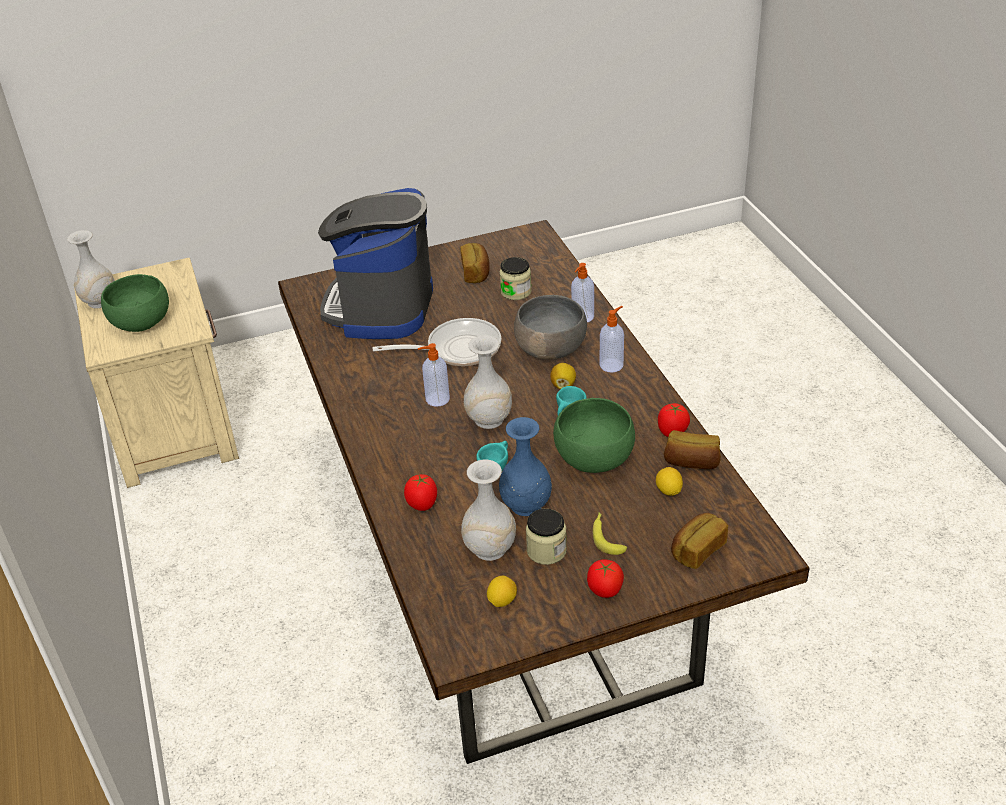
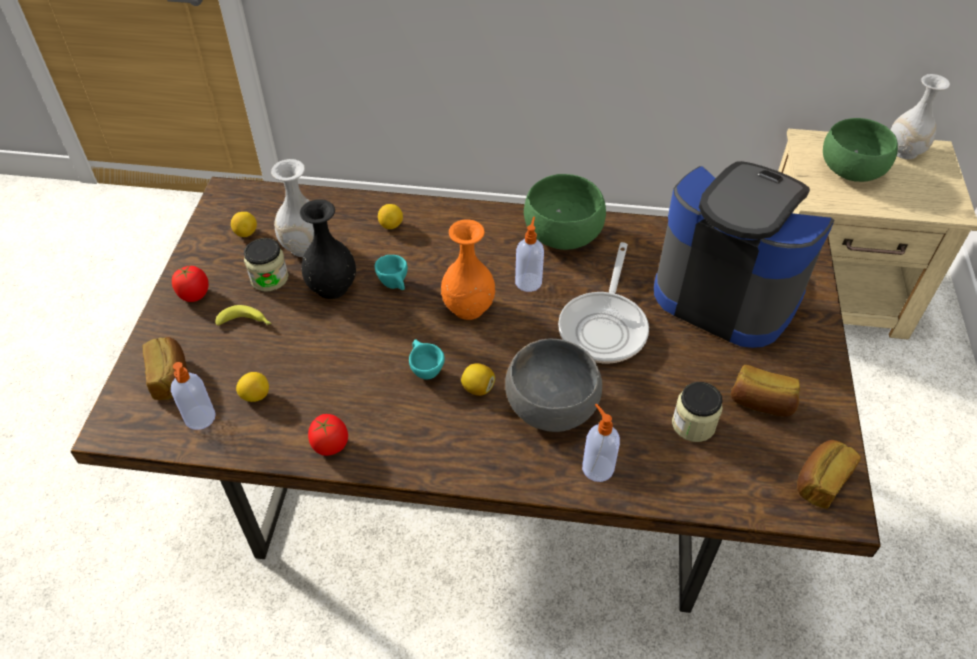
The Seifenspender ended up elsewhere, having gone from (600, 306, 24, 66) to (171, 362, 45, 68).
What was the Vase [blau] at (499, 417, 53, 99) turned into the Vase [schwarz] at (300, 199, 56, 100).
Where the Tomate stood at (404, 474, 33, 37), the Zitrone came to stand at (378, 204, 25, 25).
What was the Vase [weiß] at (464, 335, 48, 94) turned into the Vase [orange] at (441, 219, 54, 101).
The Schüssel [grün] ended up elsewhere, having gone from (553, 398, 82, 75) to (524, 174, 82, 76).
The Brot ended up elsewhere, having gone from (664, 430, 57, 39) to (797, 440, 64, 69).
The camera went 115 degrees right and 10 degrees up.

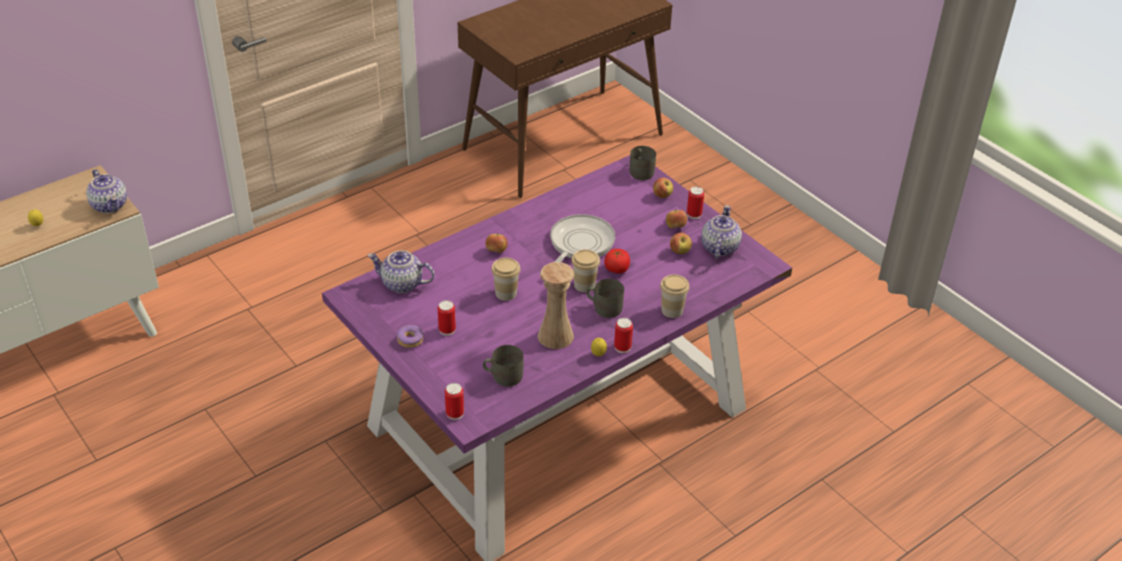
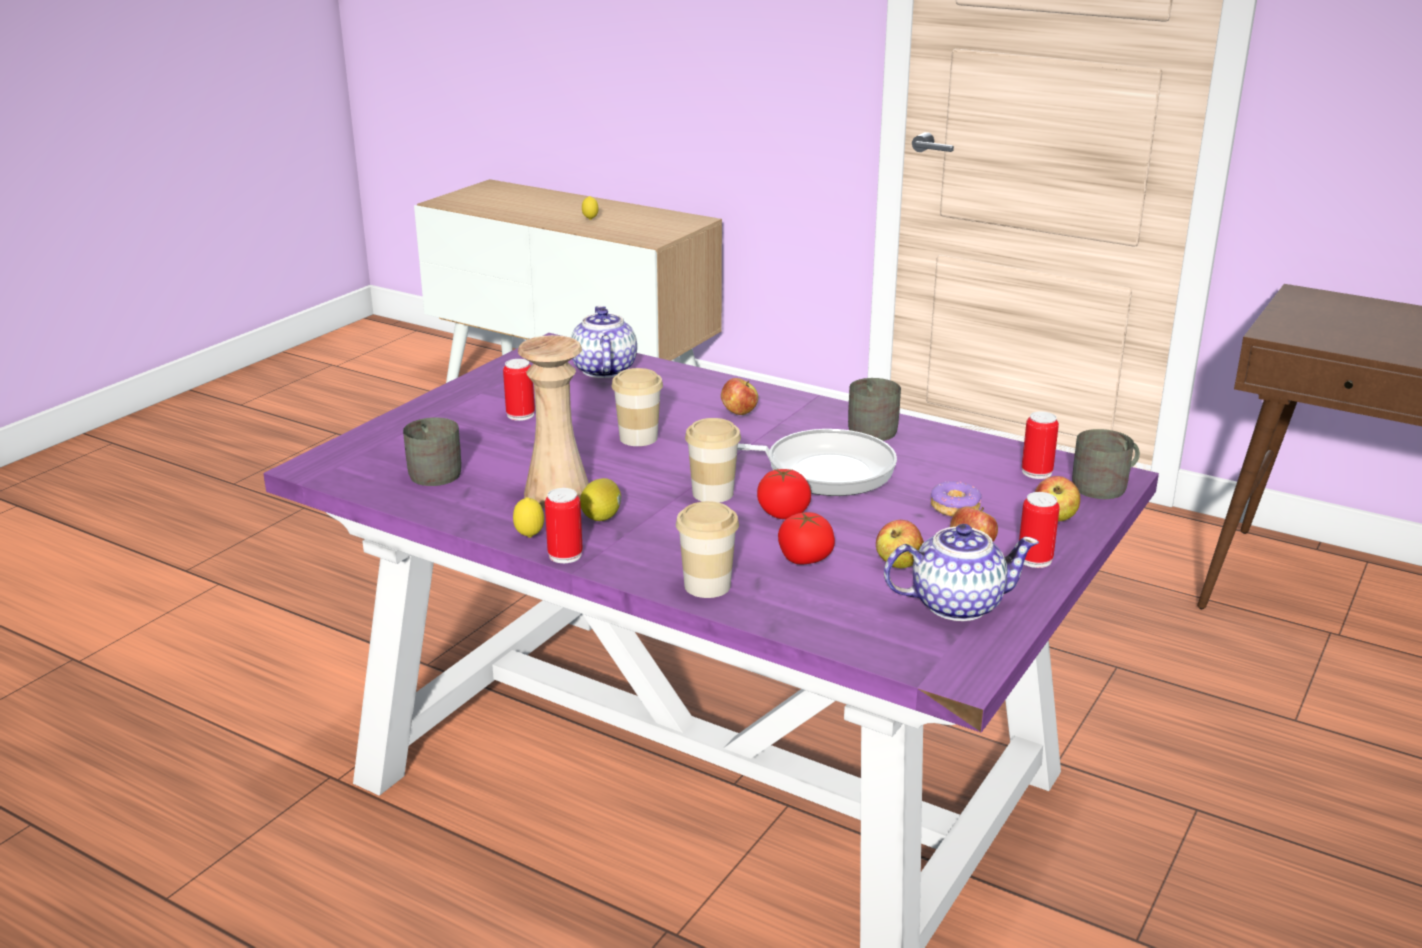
The second view gained the Zitrone at (580, 478, 41, 43).
The second view gained the Tomate at (778, 512, 57, 52).
The Henkelbecher [grau] ended up elsewhere, having gone from (587, 279, 37, 39) to (848, 378, 53, 63).
The Donut ended up elsewhere, having gone from (397, 325, 26, 23) to (931, 481, 51, 35).
The Dose ended up elsewhere, having gone from (445, 383, 19, 37) to (1022, 411, 37, 68).
The second view lost the Teekanne at (86, 169, 41, 44).
The camera went 70 degrees right and 15 degrees down.

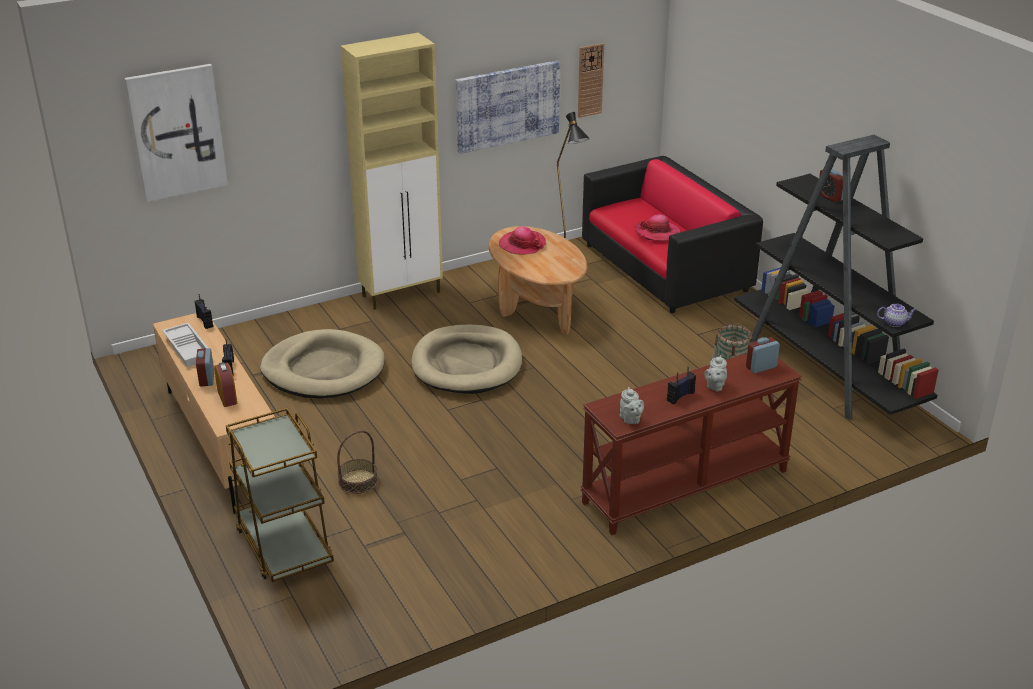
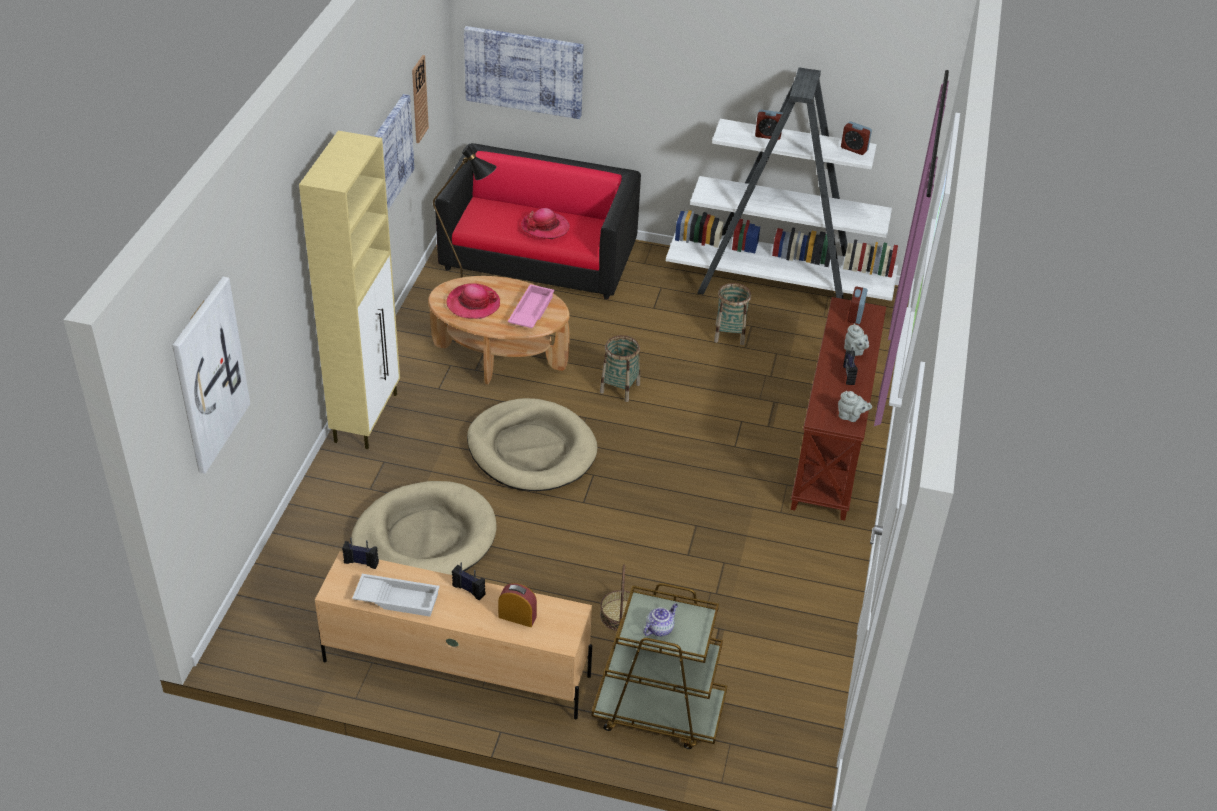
The second view gained the Bild at (464, 26, 120, 93).
The second view gained the Tablett [rosa] at (508, 284, 46, 44).
The second view gained the Korb at (600, 335, 40, 67).
The Teekanne ended up elsewhere, having gone from (877, 303, 39, 24) to (643, 603, 35, 33).
What was the Bücherregal [schwarz] at (734, 135, 205, 285) turned into the Bücherregal [weiß] at (666, 67, 232, 234).
The Wecker ended up elsewhere, having gone from (196, 348, 18, 39) to (841, 122, 31, 33).
The camera went 50 degrees left and 10 degrees up.

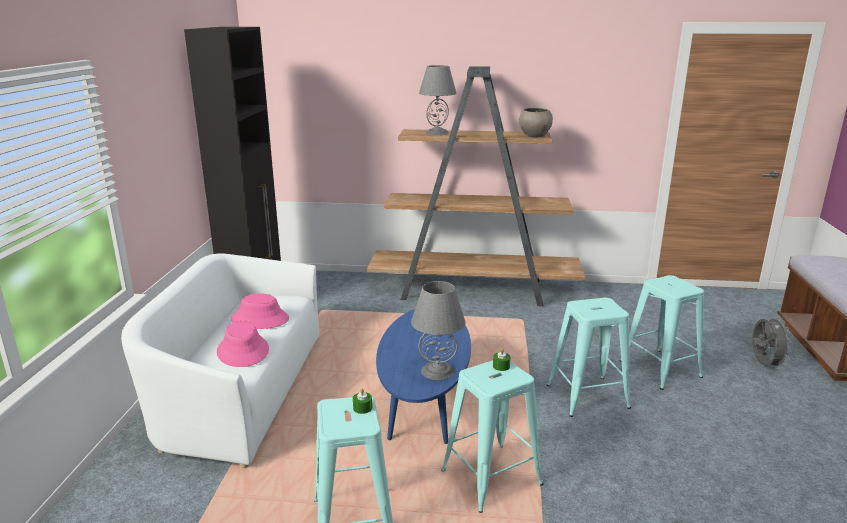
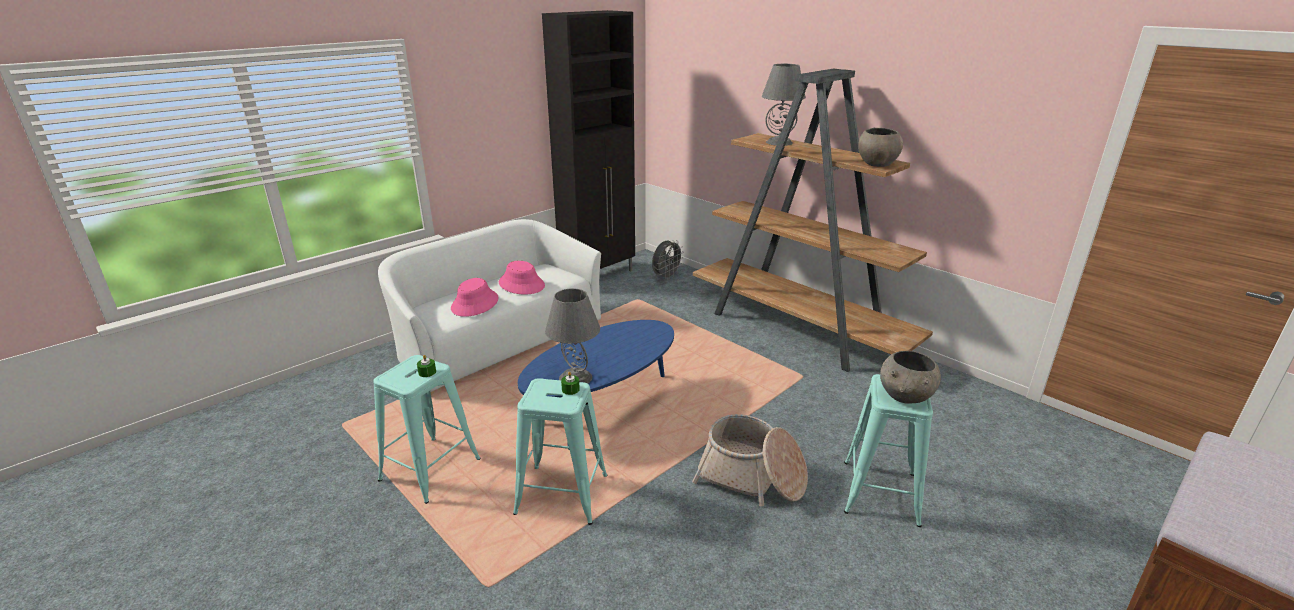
The Ventilator [grau] ended up elsewhere, having gone from (752, 316, 40, 53) to (652, 240, 32, 40).
Where the Hocker [türkis] stood at (547, 298, 84, 119), the Korb came to stand at (692, 414, 116, 92).
The second view gained the Schüssel [grau] at (880, 351, 61, 53).
The camera went 40 degrees right and 5 degrees up.

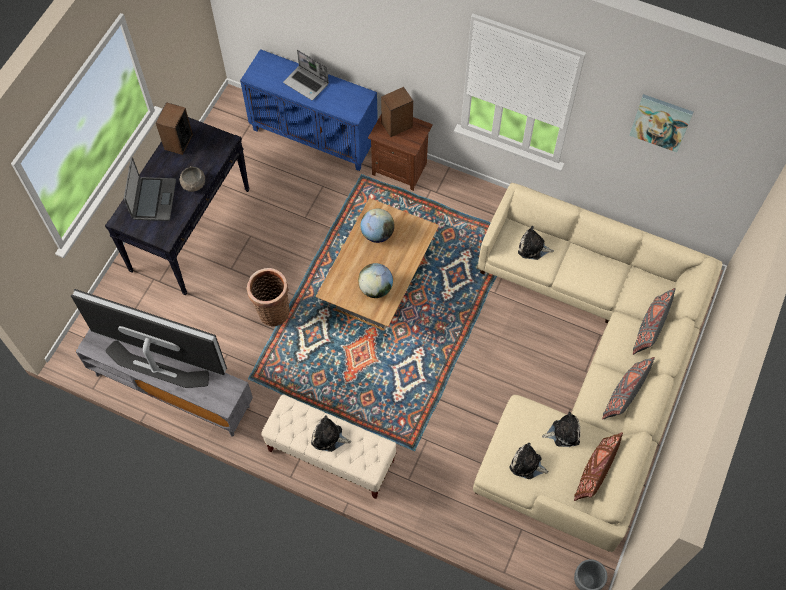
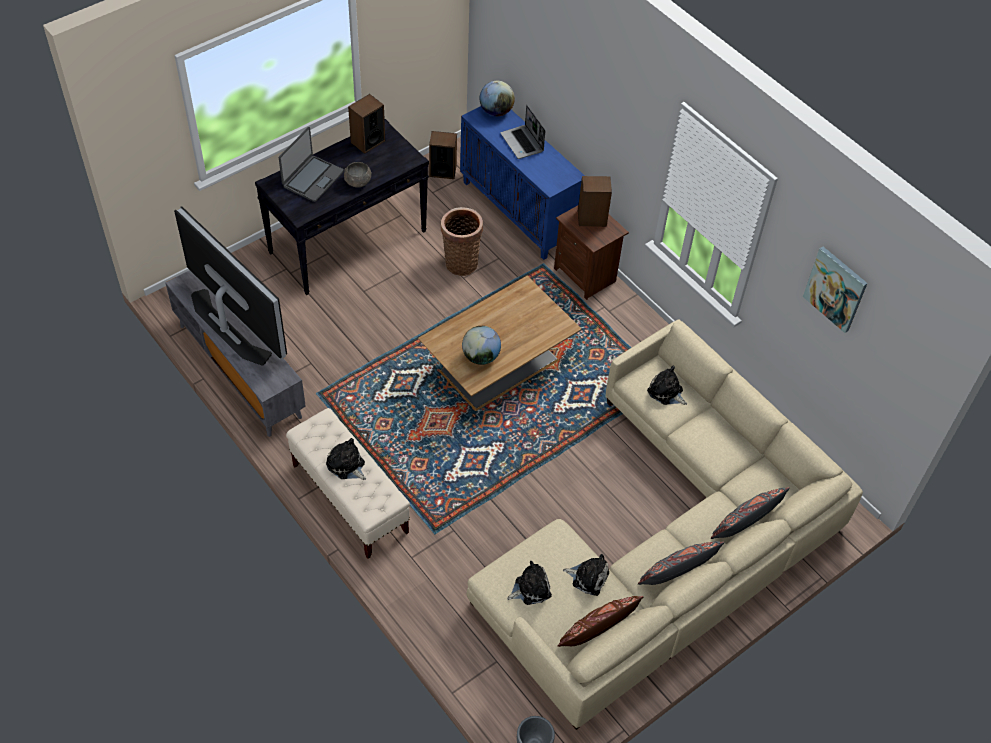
The second view gained the Lautsprecher at (429, 131, 28, 48).
The Korb ended up elsewhere, having gone from (247, 268, 42, 59) to (441, 207, 42, 69).
The Globus ended up elsewhere, having gone from (360, 209, 35, 34) to (480, 81, 35, 35).
The Plüschtier at (510, 443, 39, 36) ended up facing another way, 105 degrees clockwise from before.
The camera went 25 degrees right and 10 degrees down.

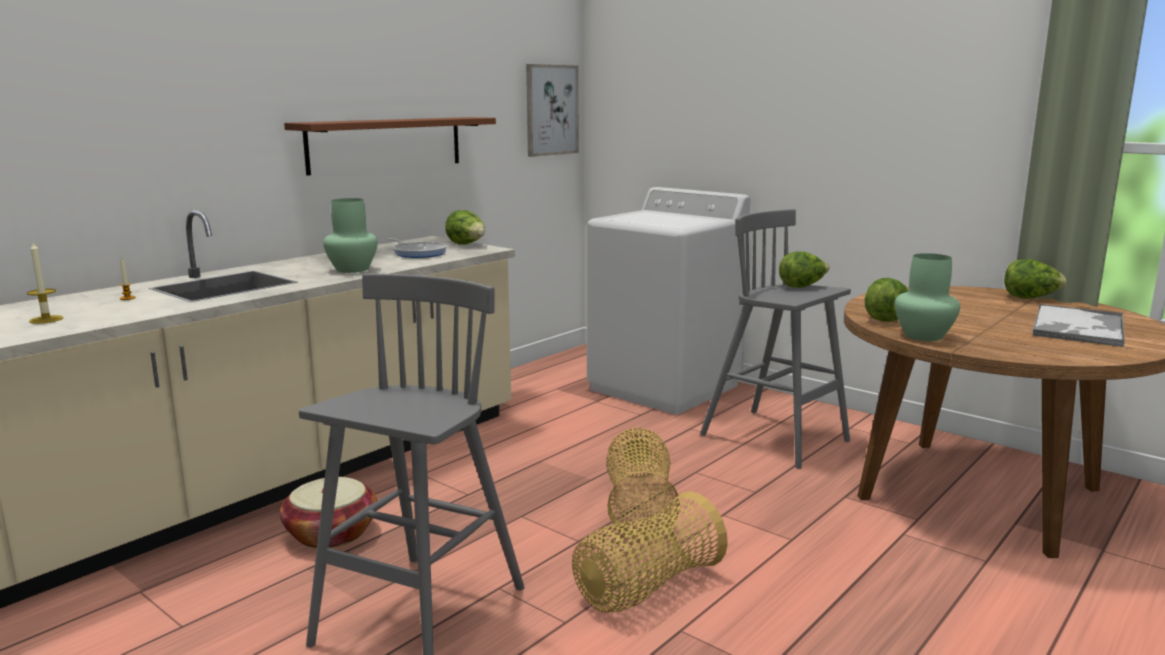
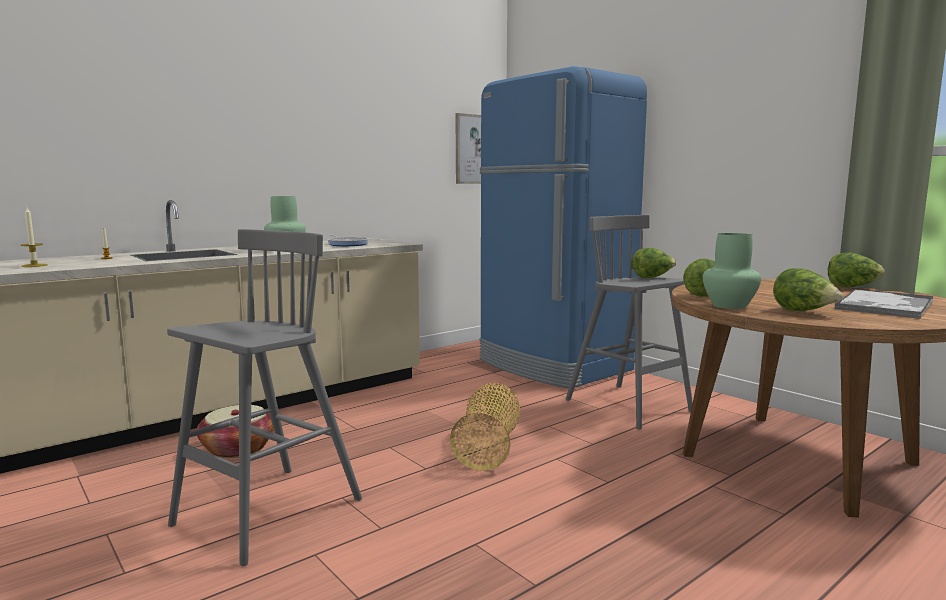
Where the Waschmaschine [weiß] stood at (587, 187, 163, 228), the Kühlschrank [blau] came to stand at (479, 66, 168, 323).
The Salatkopf ended up elsewhere, having gone from (445, 210, 40, 35) to (773, 268, 70, 43).
The second view lost the Wandregal [braun] at (284, 117, 212, 59).
The second view lost the Korb at (572, 491, 156, 121).
The camera went 10 degrees right and 5 degrees down.

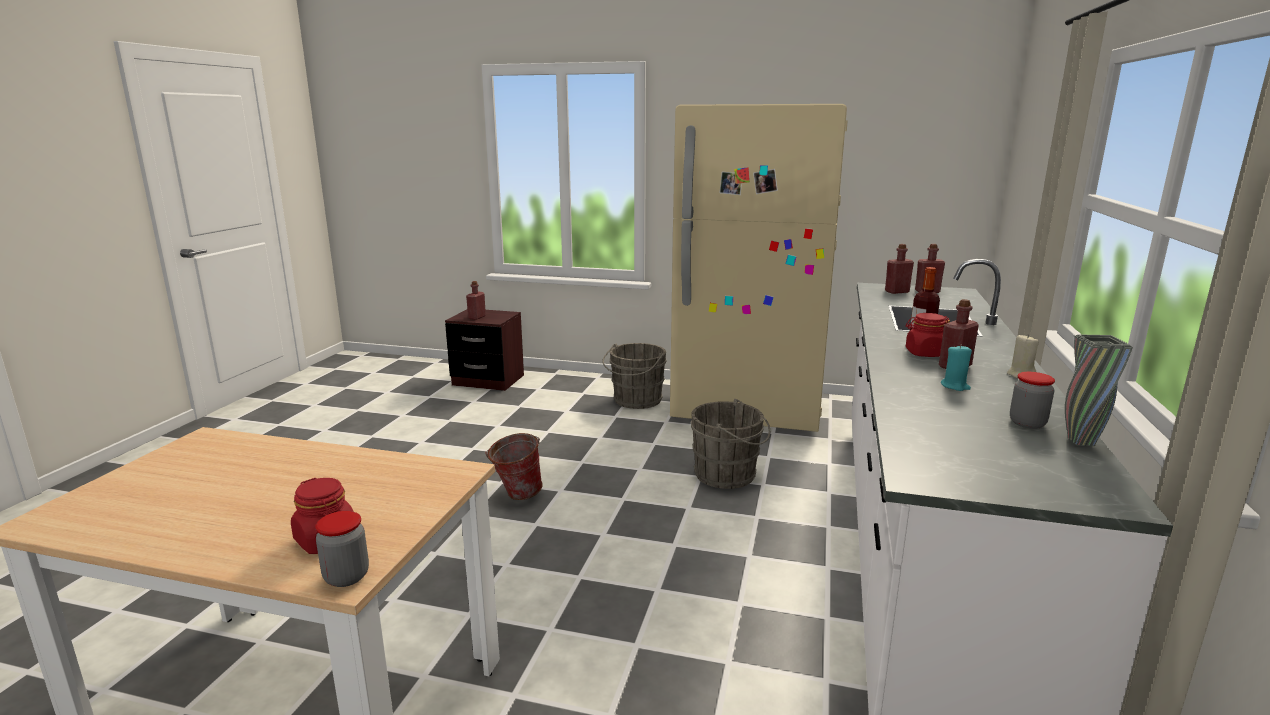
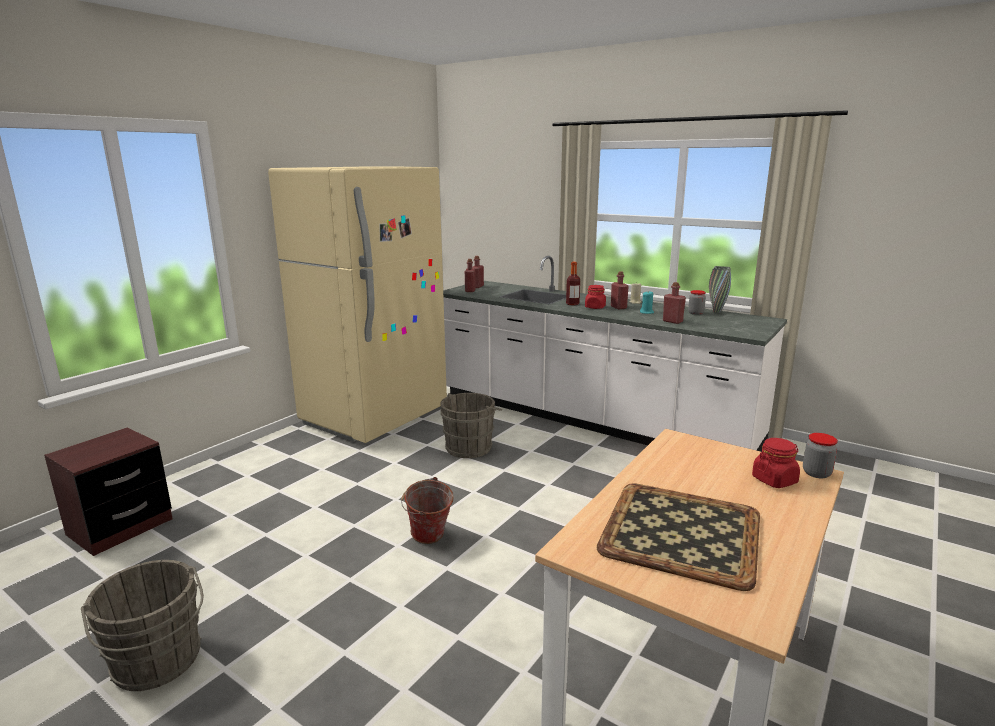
The Eimer [grau] ended up elsewhere, having gone from (602, 343, 65, 66) to (81, 560, 123, 131).
The second view gained the Tablett at (597, 483, 163, 108).
The Flasche [rot] ended up elsewhere, having gone from (466, 281, 20, 39) to (663, 282, 23, 42).
The camera went 70 degrees left and 0 degrees up.

